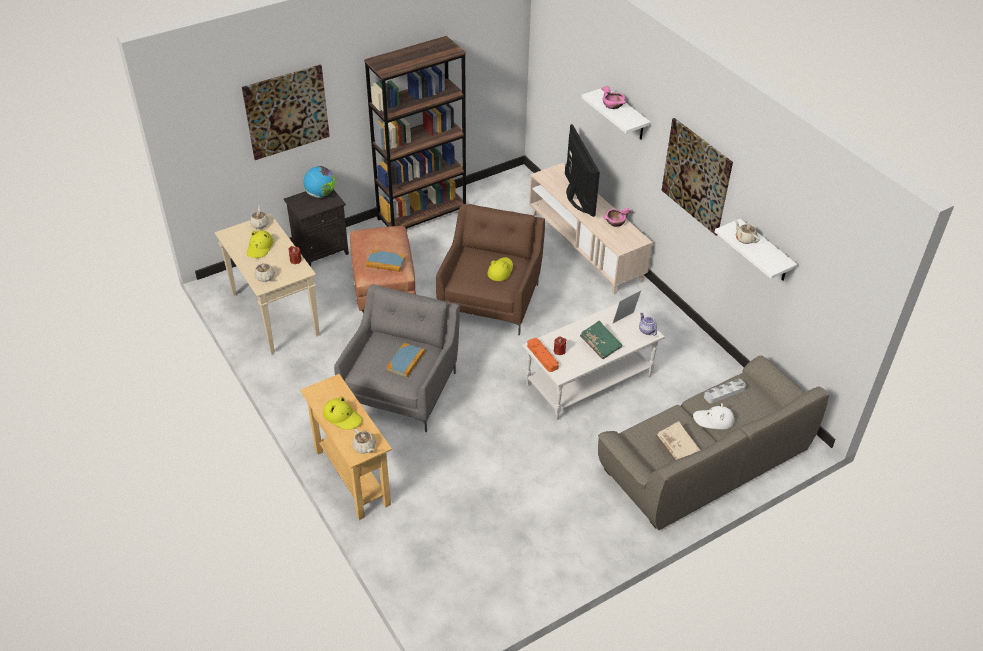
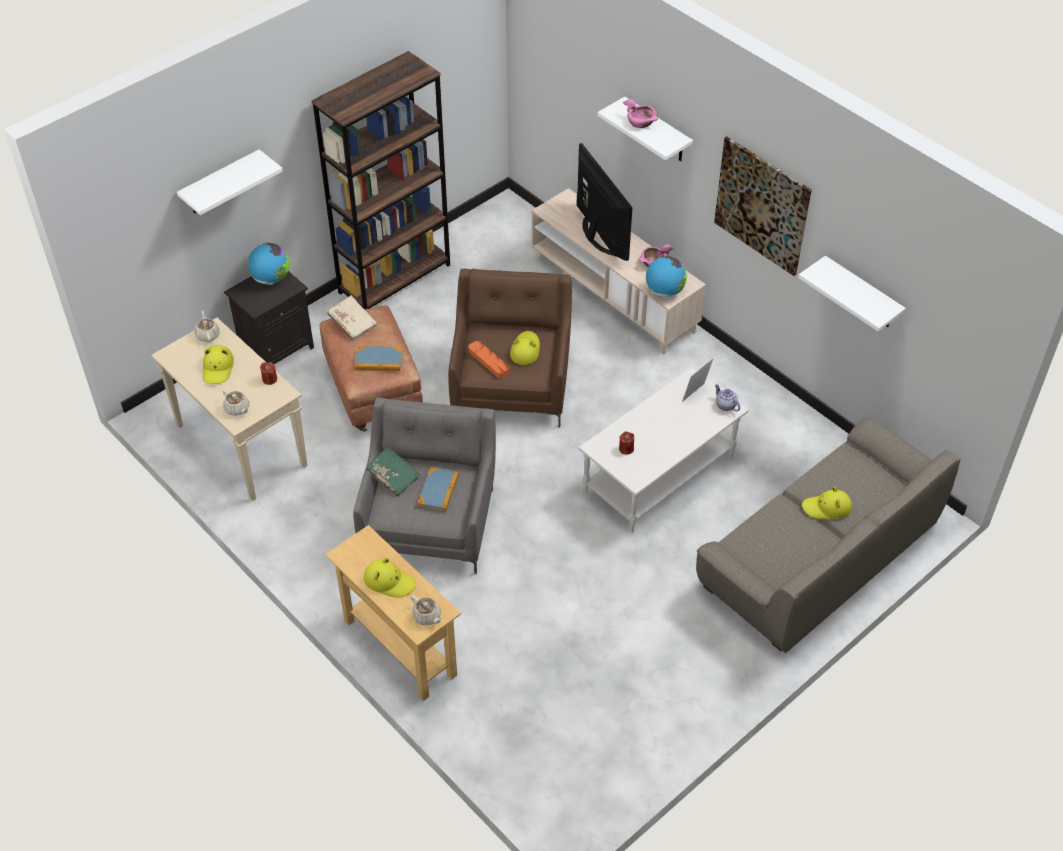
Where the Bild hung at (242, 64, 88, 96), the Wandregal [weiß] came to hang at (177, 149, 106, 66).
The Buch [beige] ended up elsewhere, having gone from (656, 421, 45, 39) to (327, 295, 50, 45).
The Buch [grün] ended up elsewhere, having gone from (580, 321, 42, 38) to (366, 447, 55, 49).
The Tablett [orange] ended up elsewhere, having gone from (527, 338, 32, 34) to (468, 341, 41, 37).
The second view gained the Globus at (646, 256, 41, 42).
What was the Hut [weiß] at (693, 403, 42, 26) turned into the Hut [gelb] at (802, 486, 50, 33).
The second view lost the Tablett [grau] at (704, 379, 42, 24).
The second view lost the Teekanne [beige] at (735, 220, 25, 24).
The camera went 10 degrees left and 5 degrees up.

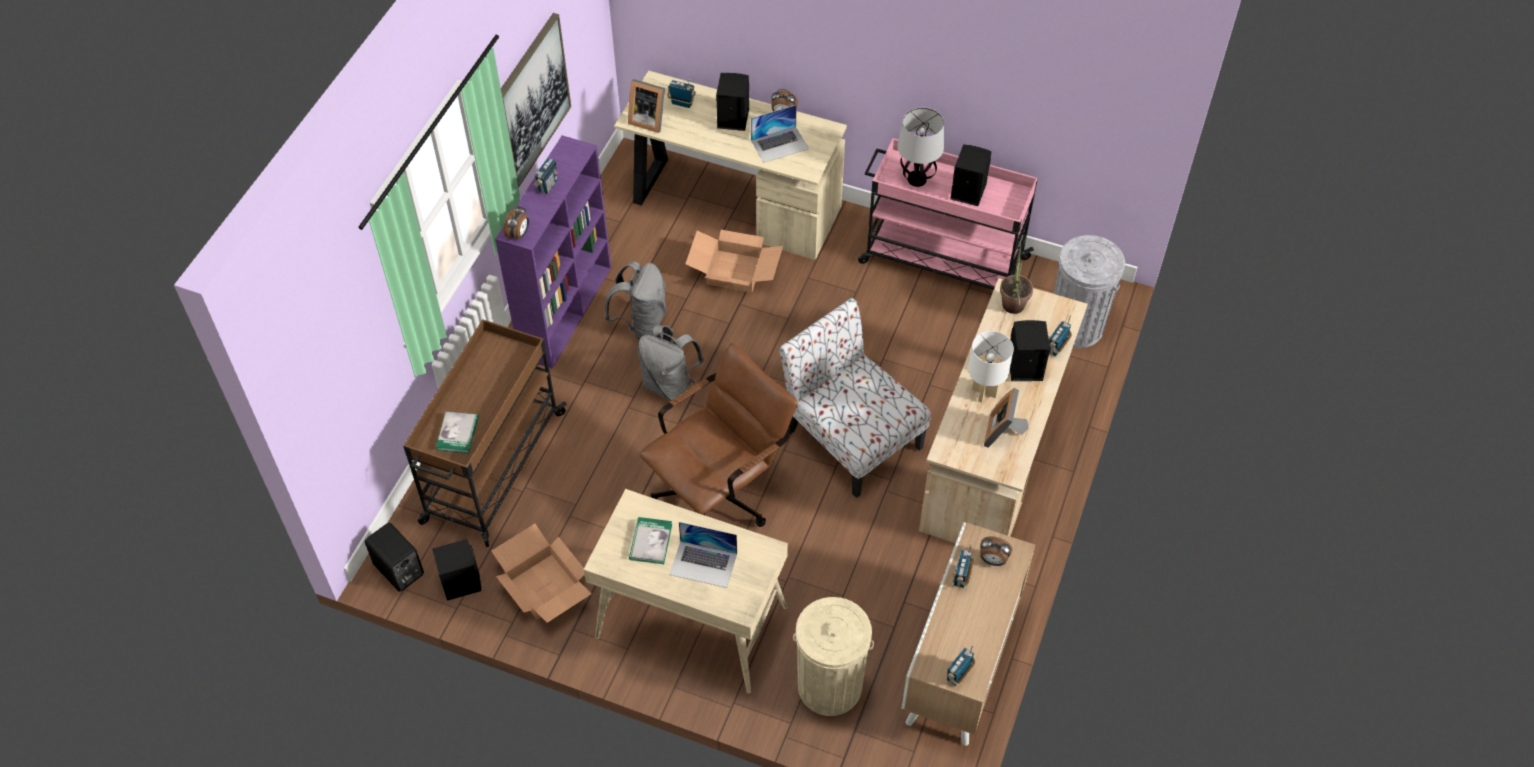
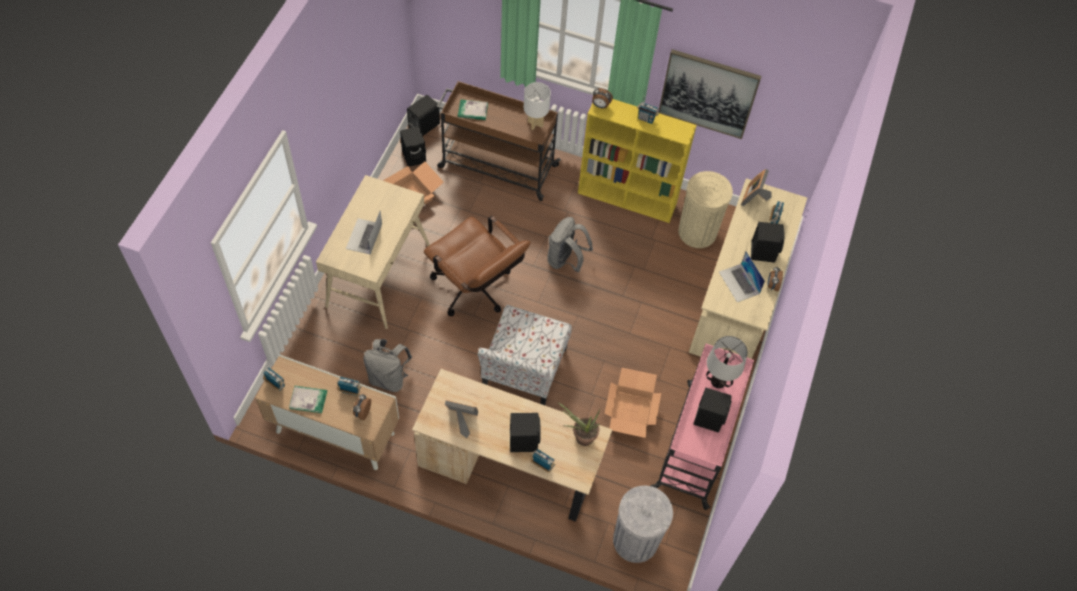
The Buch ended up elsewhere, having gone from (629, 517, 43, 47) to (289, 386, 38, 27).
The Rucksack [grau] ended up elsewhere, having gone from (604, 261, 63, 79) to (363, 339, 49, 53).
The Stuhl at (779, 298, 152, 200) ended up facing another way, 150 degrees clockwise from before.
The Tischlampe [weiß] ended up elsewhere, having gone from (968, 331, 46, 72) to (524, 82, 27, 48).
What was the Bücherregal [lila] at (495, 135, 116, 234) turned into the Bücherregal [gelb] at (578, 99, 119, 124).
The Karton ended up elsewhere, having gone from (685, 230, 98, 63) to (604, 368, 57, 70).
The Mülleimer [beige] ended up elsewhere, having gone from (793, 597, 81, 119) to (678, 171, 55, 77).
The camera went 85 degrees right and 5 degrees up.

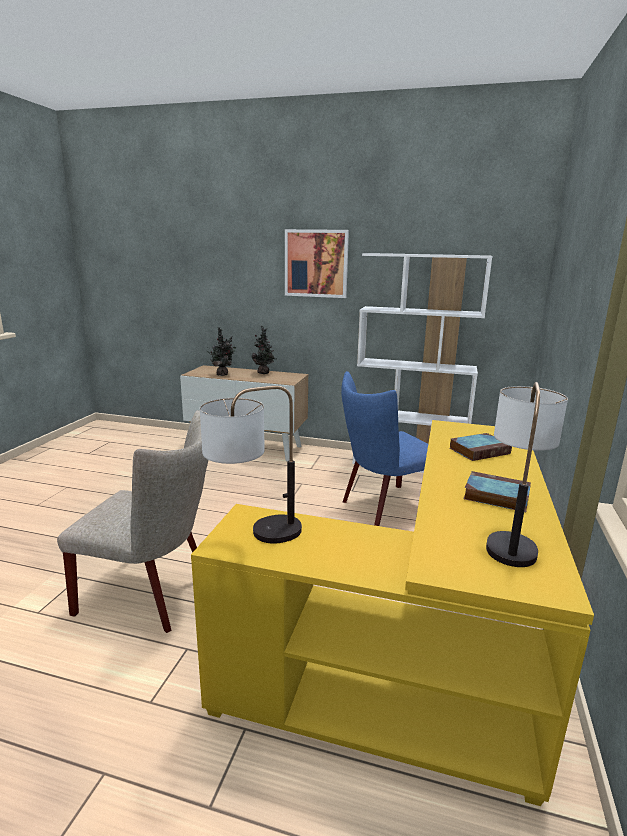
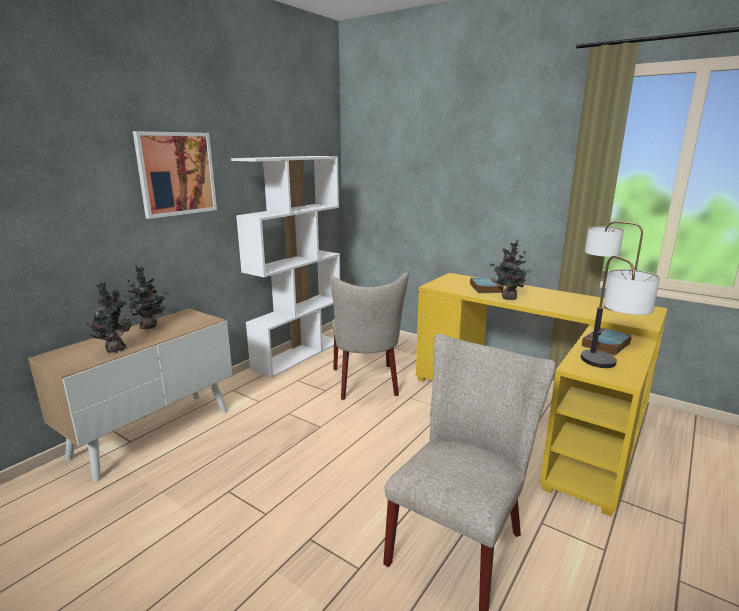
What was the Stuhl [blau] at (341, 371, 87, 155) turned into the Stuhl [beige] at (330, 272, 79, 128).
The second view gained the Topfpflanze at (489, 239, 46, 61).
The Buch ended up elsewhere, having gone from (463, 471, 68, 41) to (582, 327, 50, 29).
The camera went 70 degrees left and 0 degrees up.

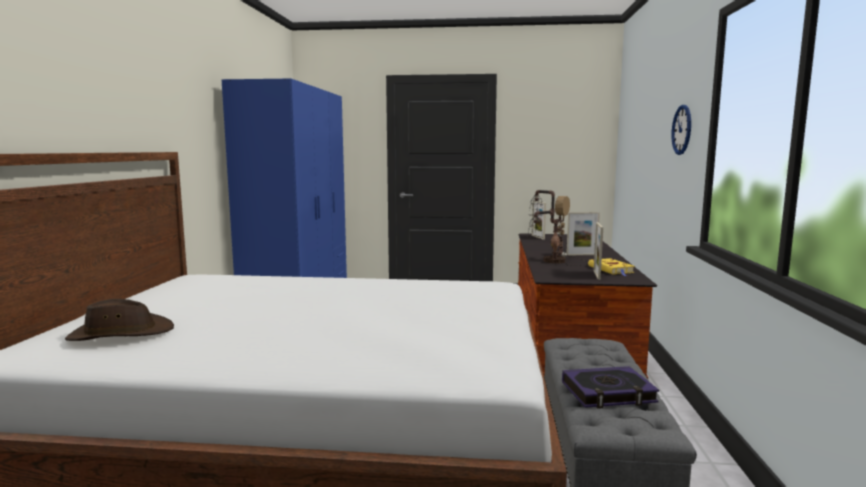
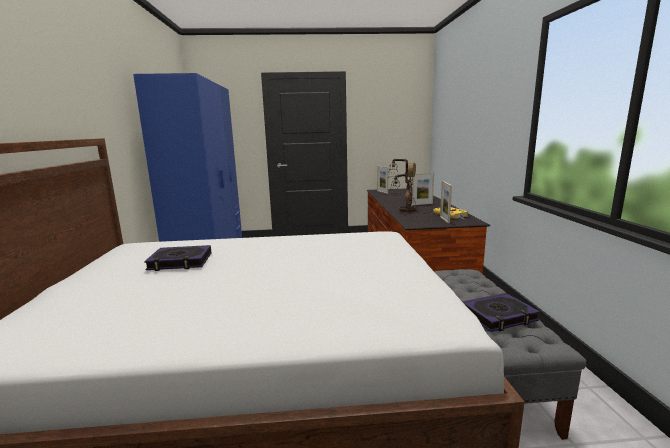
The second view gained the Buch at (144, 245, 67, 26).
The second view lost the Hut [braun] at (65, 299, 109, 42).
The second view lost the Wanduhr at (671, 105, 20, 50).
The camera went 10 degrees left and 5 degrees up.

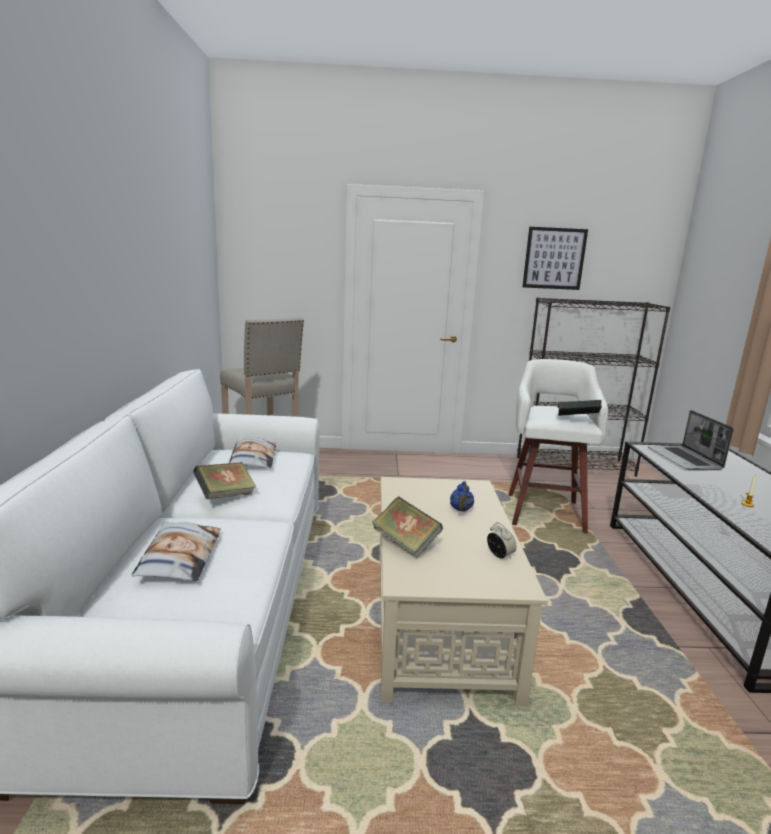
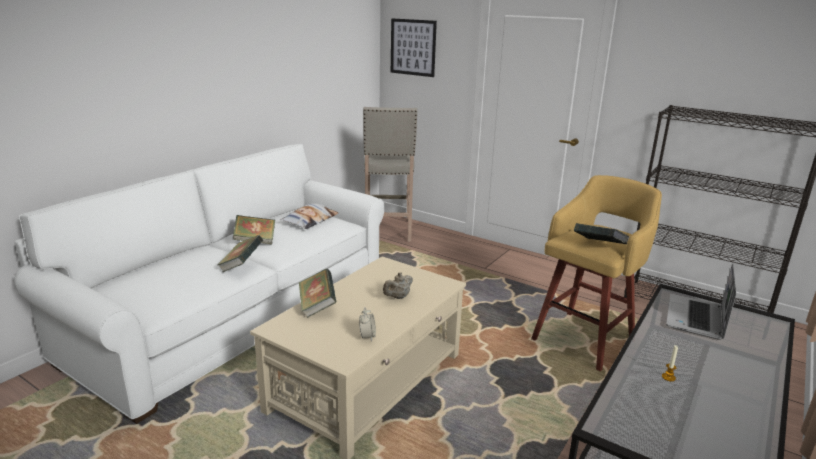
The second view gained the Buch at (218, 235, 45, 37).
What was the Teekanne [blau] at (450, 481, 24, 31) turned into the Teekanne [beige] at (383, 272, 30, 27).
The Bild ended up elsewhere, having gone from (522, 227, 66, 63) to (391, 18, 46, 59).
What was the Hocker [weiß] at (508, 359, 100, 175) turned into the Hocker [gelb] at (531, 175, 131, 196).
The second view lost the Kissen at (132, 521, 89, 60).
The camera went 35 degrees right and 5 degrees up.

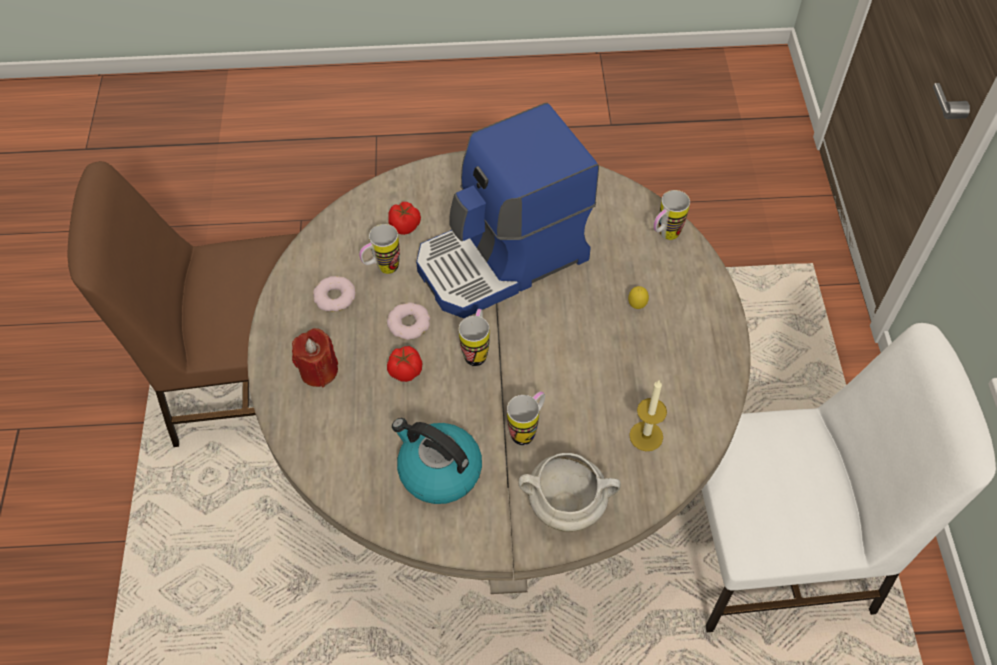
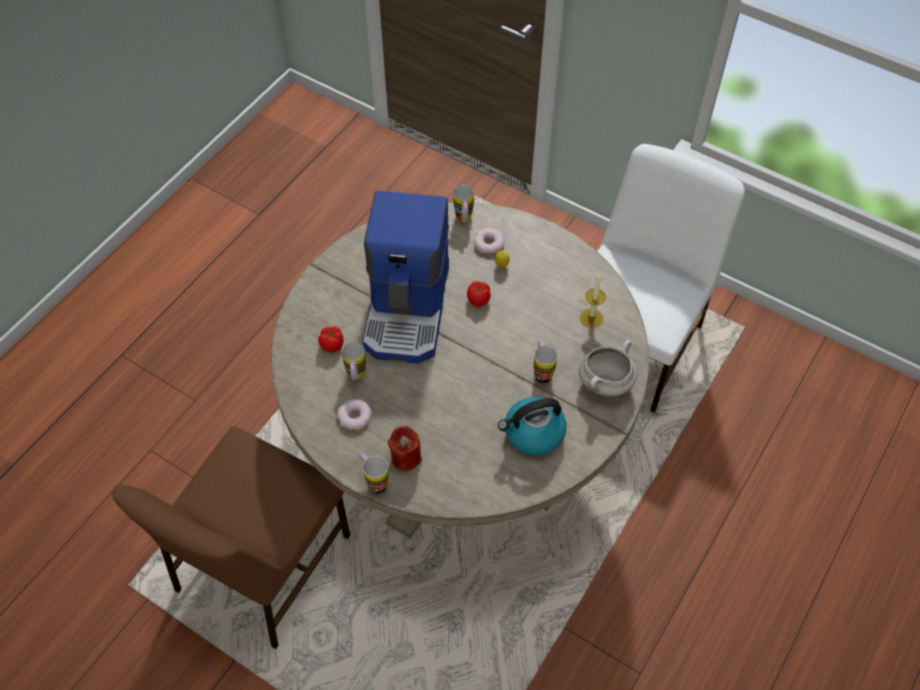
The Henkelbecher ended up elsewhere, having gone from (459, 309, 31, 57) to (359, 453, 30, 41).
The Tomate ended up elsewhere, having gone from (387, 346, 35, 36) to (467, 281, 24, 26).
The Donut ended up elsewhere, having gone from (387, 302, 44, 38) to (474, 228, 31, 25).
The camera went 55 degrees left and 0 degrees up.

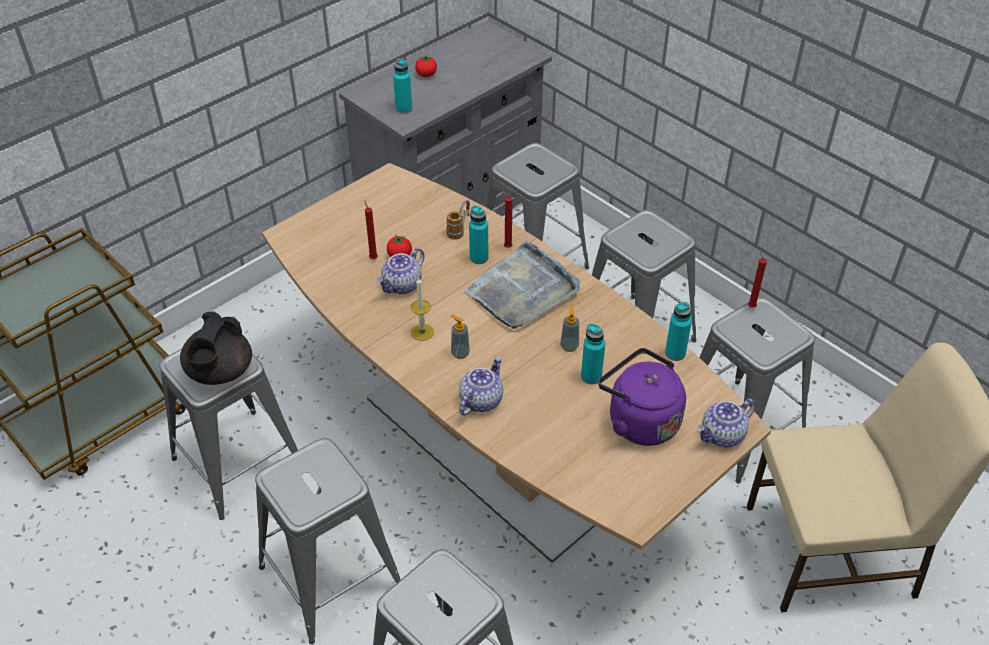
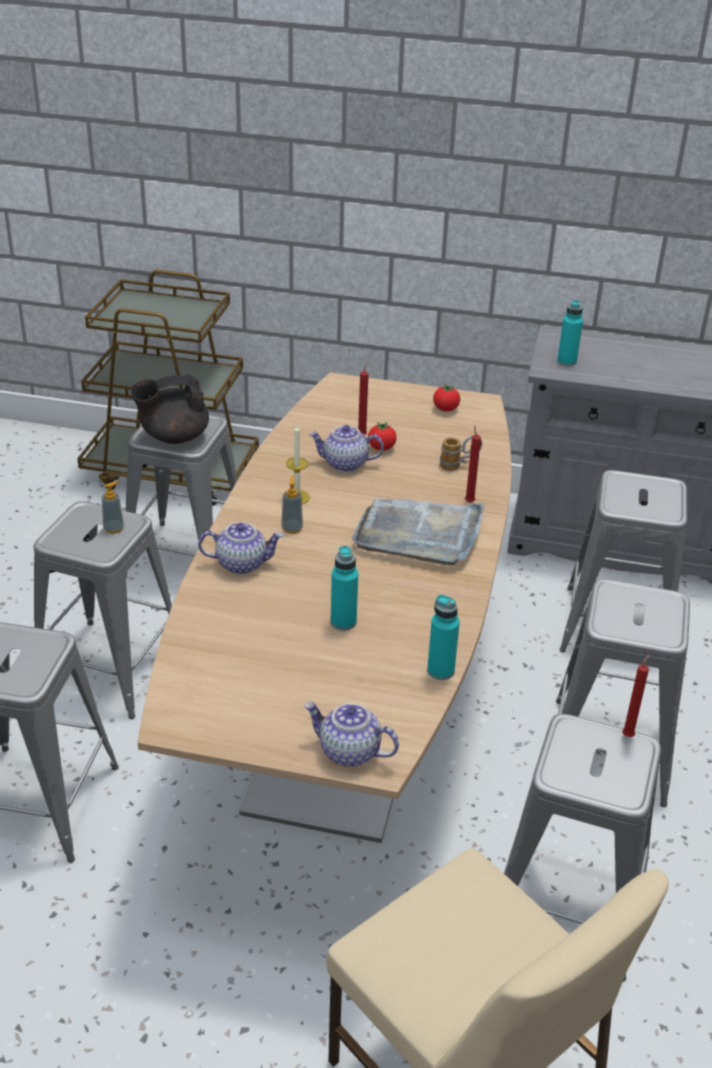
The Seifenspender ended up elsewhere, having gone from (560, 305, 19, 47) to (102, 481, 22, 53).
The Tomate ended up elsewhere, having gone from (415, 55, 22, 22) to (433, 384, 27, 27).
The second view lost the Flasche [türkis] at (469, 206, 19, 58).
The second view lost the Wasserkessel [lila] at (598, 348, 88, 98).
The camera went 55 degrees right and 10 degrees down.

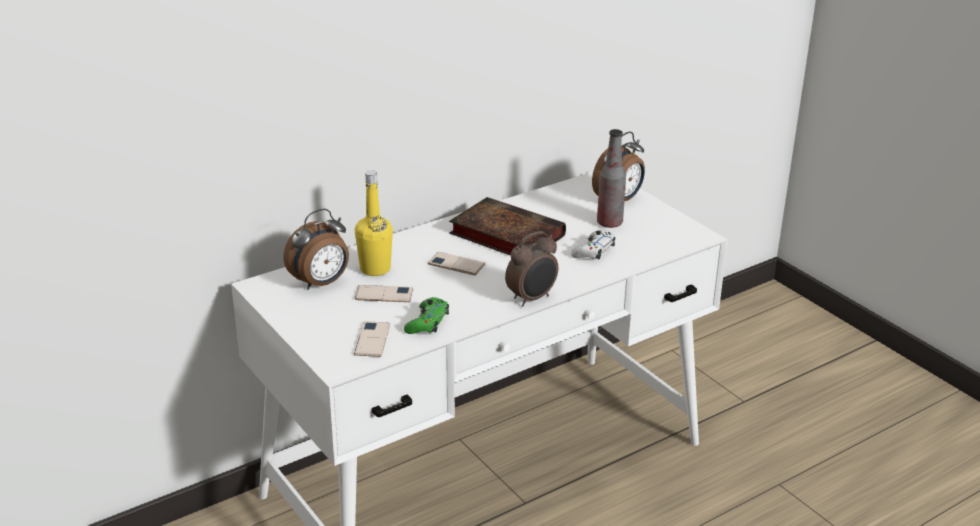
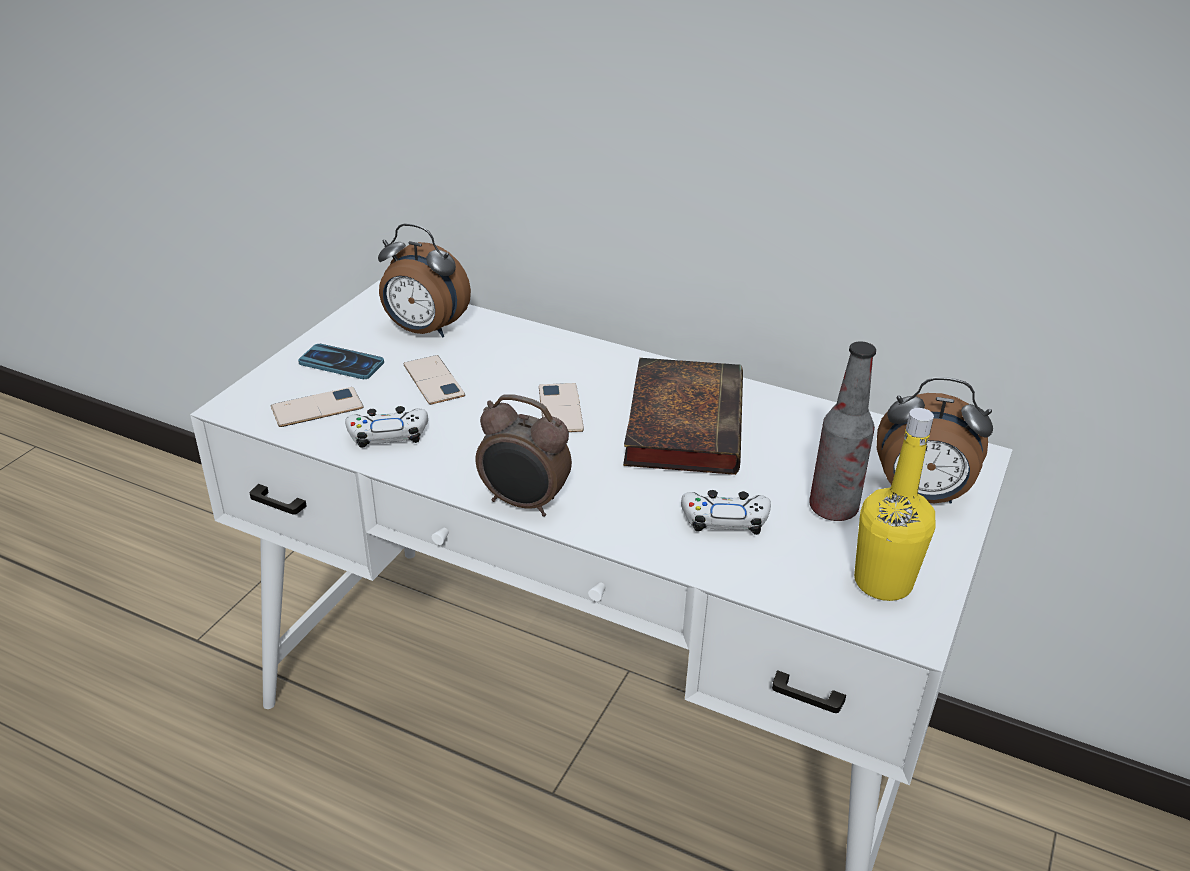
The second view gained the Handy at (298, 344, 86, 35).
What was the Gamepad [grün] at (404, 297, 45, 37) turned into the Gamepad [weiß] at (345, 406, 83, 42).
The Flasche [gelb] ended up elsewhere, having gone from (355, 170, 38, 106) to (854, 408, 82, 193).
The camera went 60 degrees right and 5 degrees up.

